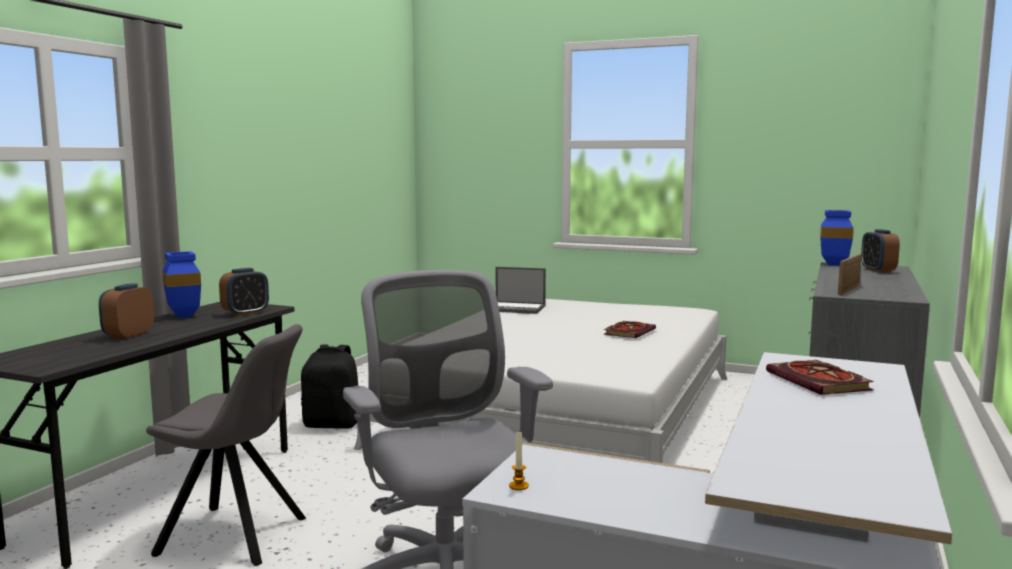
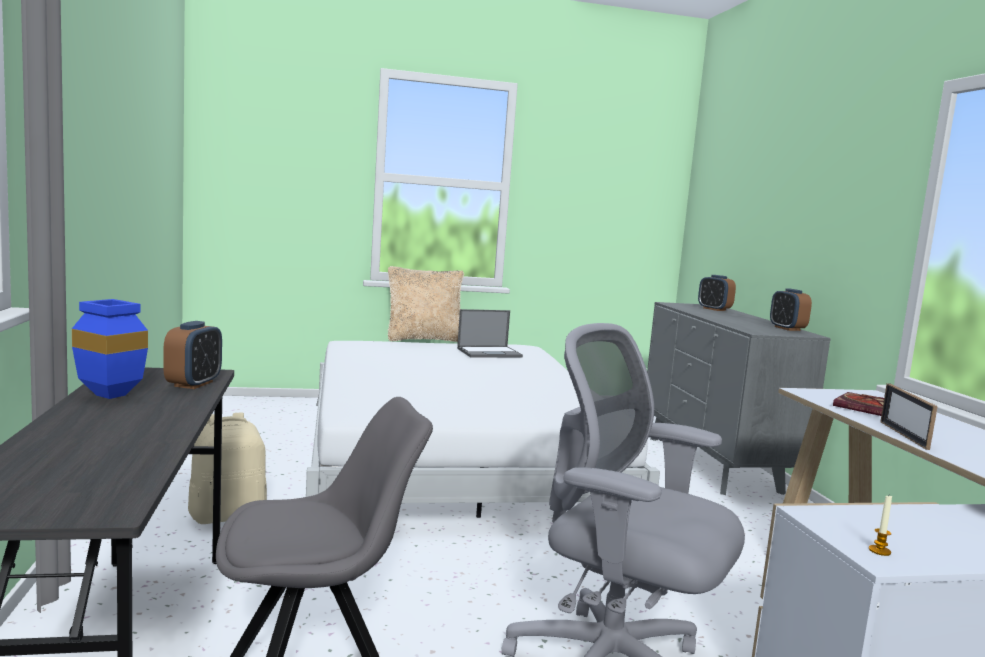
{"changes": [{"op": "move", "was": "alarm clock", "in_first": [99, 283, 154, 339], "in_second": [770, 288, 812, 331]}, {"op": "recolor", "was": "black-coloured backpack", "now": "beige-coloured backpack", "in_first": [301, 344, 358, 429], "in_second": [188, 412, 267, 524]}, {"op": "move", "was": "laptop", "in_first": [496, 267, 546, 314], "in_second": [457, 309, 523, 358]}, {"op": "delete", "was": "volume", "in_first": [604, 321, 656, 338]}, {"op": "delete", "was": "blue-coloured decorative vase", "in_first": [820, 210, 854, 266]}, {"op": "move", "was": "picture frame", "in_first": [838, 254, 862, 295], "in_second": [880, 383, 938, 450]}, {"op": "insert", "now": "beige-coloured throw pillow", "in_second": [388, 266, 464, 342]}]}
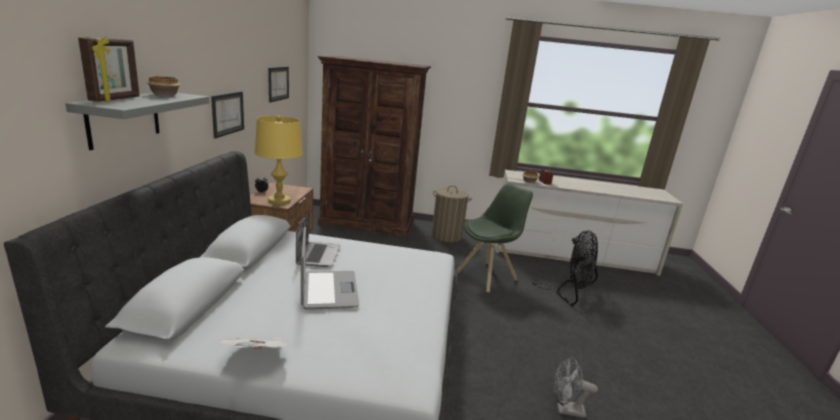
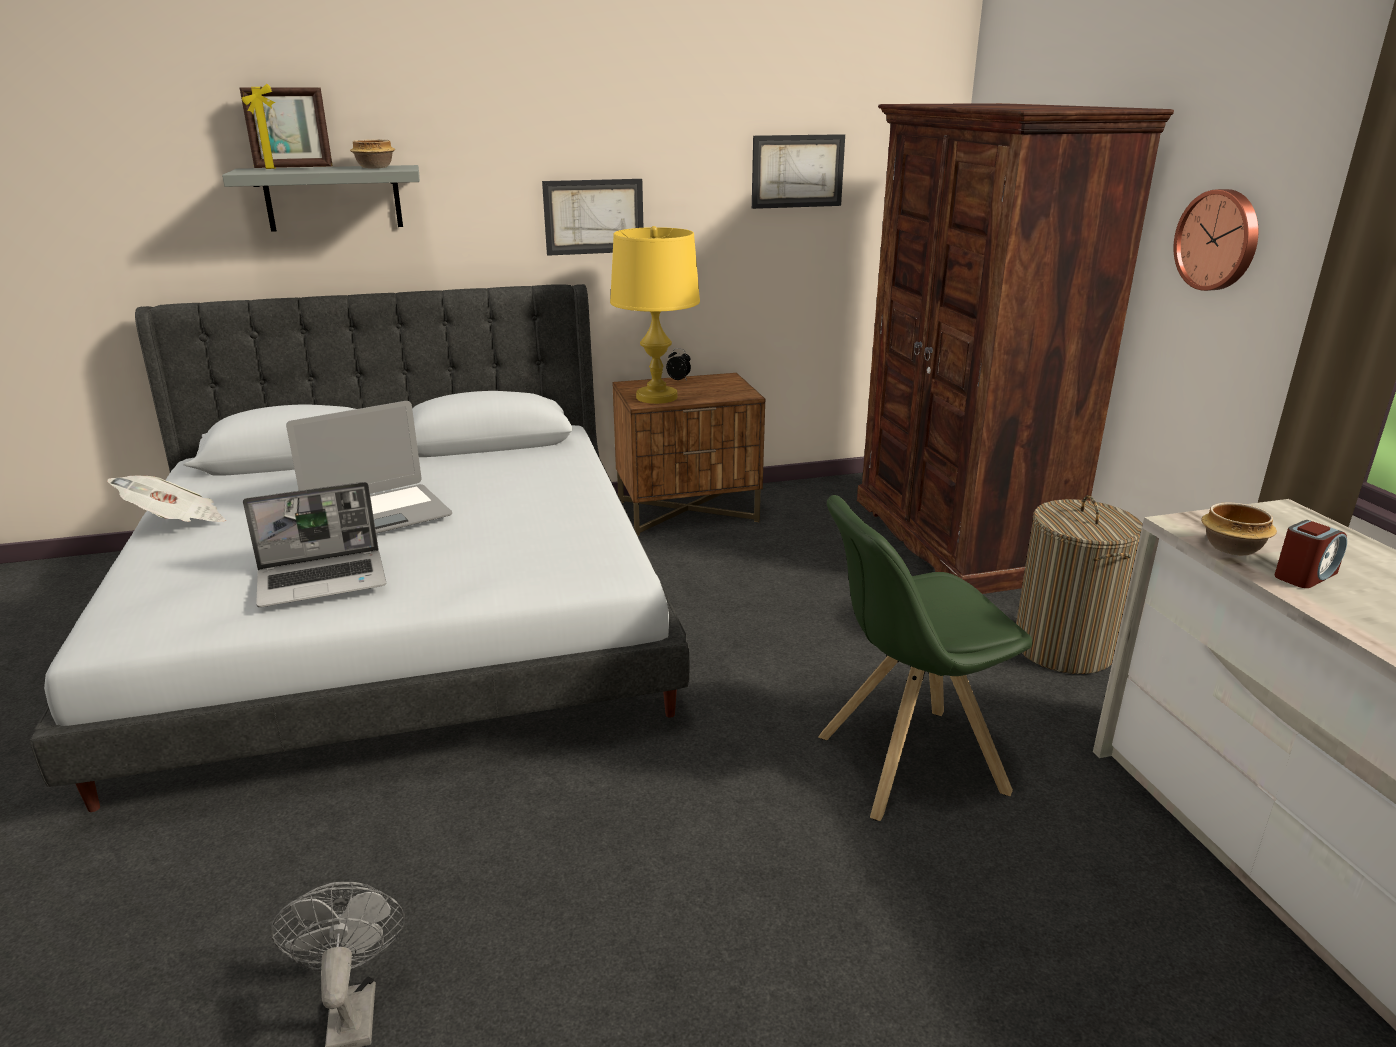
{"changes": [{"op": "move", "was": "laptop", "in_first": [296, 213, 340, 267], "in_second": [243, 482, 387, 607]}, {"op": "rotate", "was": "green-coloured chair", "in_first": [458, 183, 533, 293], "in_second": [818, 495, 1032, 821], "clockwise": 135}, {"op": "delete", "was": "black-coloured electric fan", "in_first": [532, 230, 598, 307]}, {"op": "insert", "now": "wall clock", "in_second": [1174, 189, 1258, 291]}]}
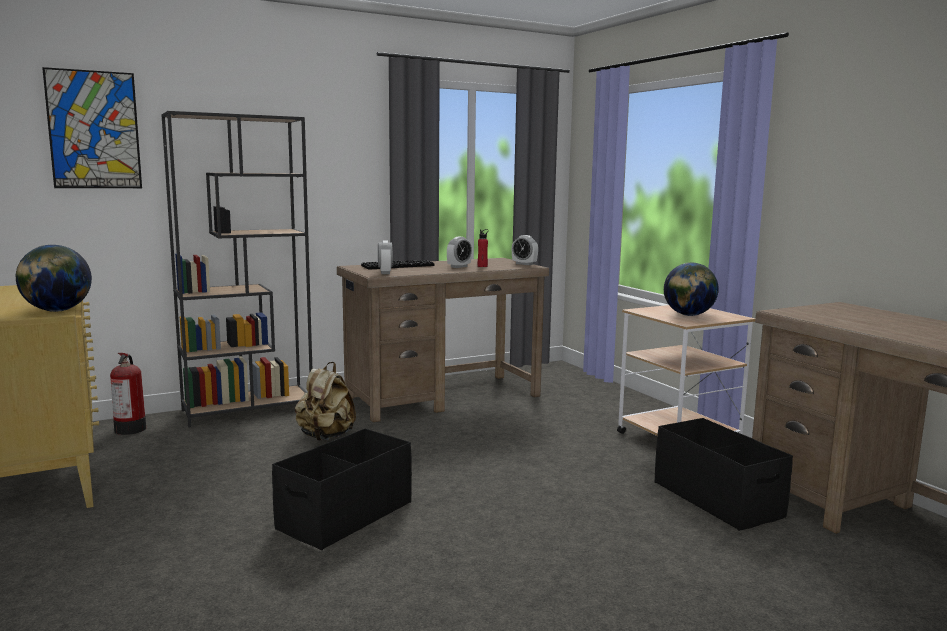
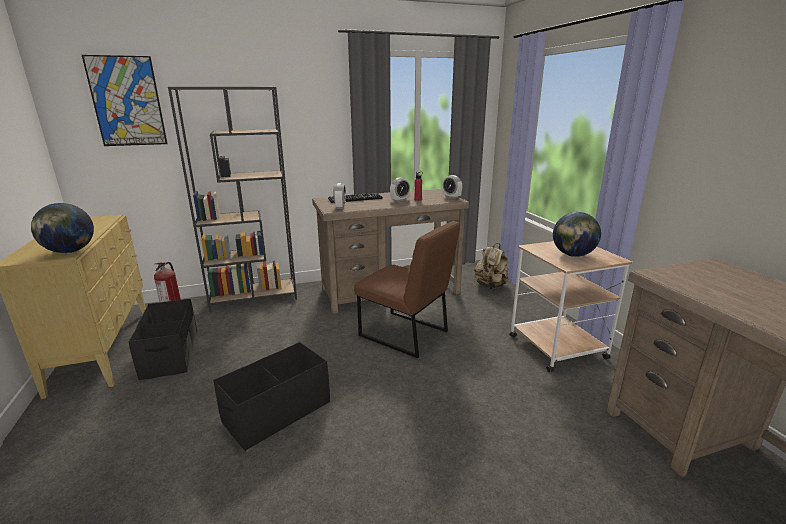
{"changes": [{"op": "move", "was": "beige-coloured backpack", "in_first": [295, 362, 356, 441], "in_second": [474, 243, 509, 289]}, {"op": "move", "was": "black-coloured storage container", "in_first": [655, 418, 793, 531], "in_second": [129, 299, 197, 380]}, {"op": "insert", "now": "brown chair", "in_second": [354, 221, 460, 358]}]}
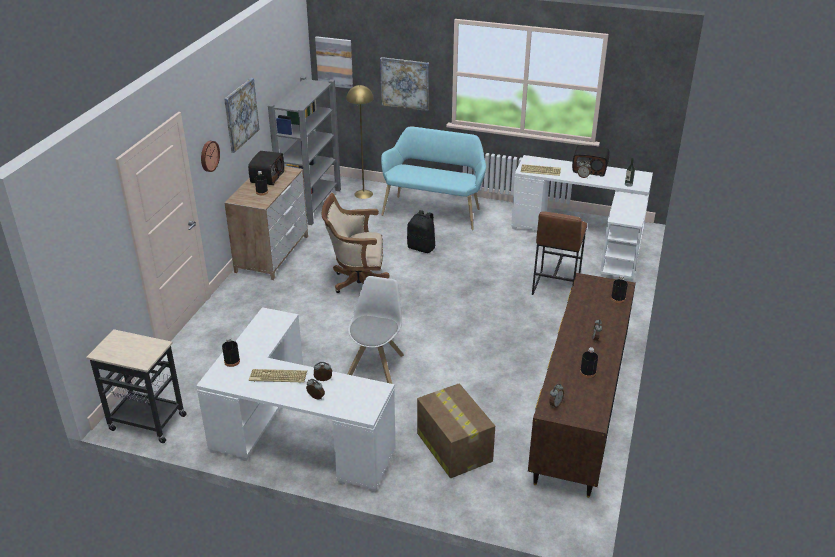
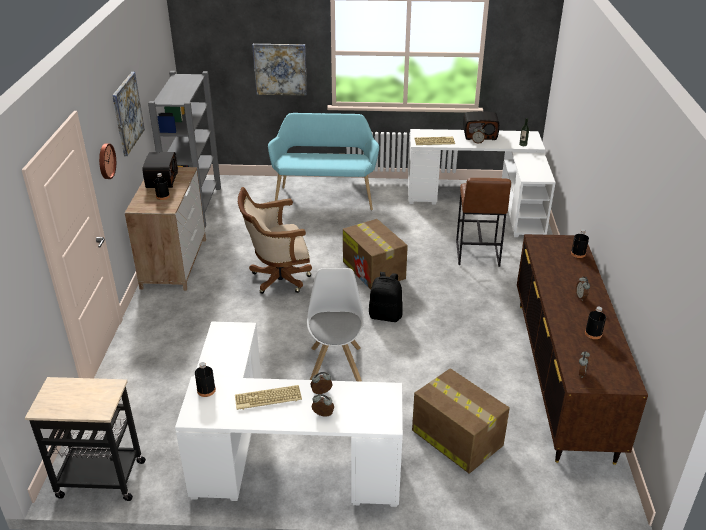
{"changes": [{"op": "delete", "was": "wall picture", "in_first": [315, 36, 353, 89]}, {"op": "delete", "was": "yellow standard lamp", "in_first": [346, 85, 374, 199]}, {"op": "move", "was": "black-coloured backpack", "in_first": [407, 210, 436, 253], "in_second": [369, 272, 403, 322]}, {"op": "insert", "now": "cardboard box", "in_second": [343, 219, 408, 290]}]}
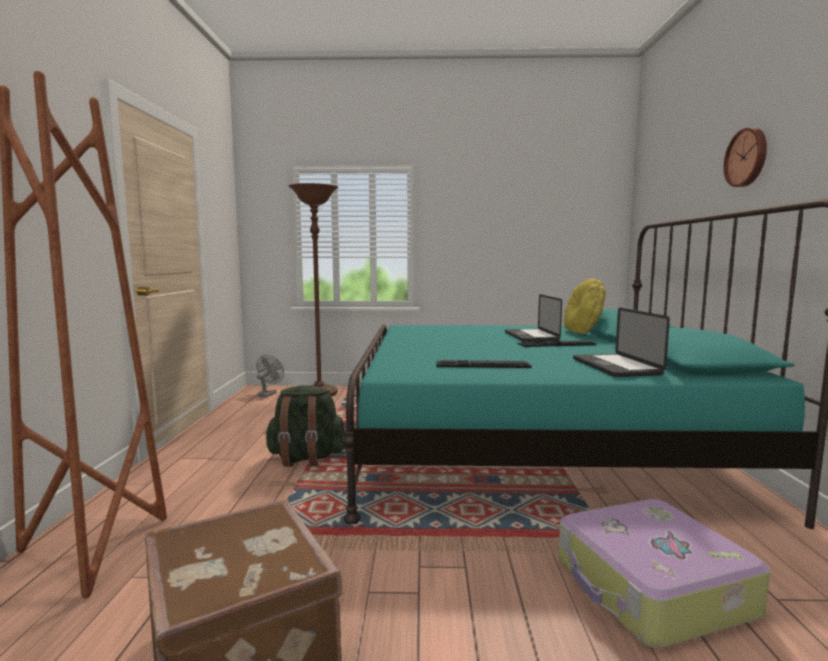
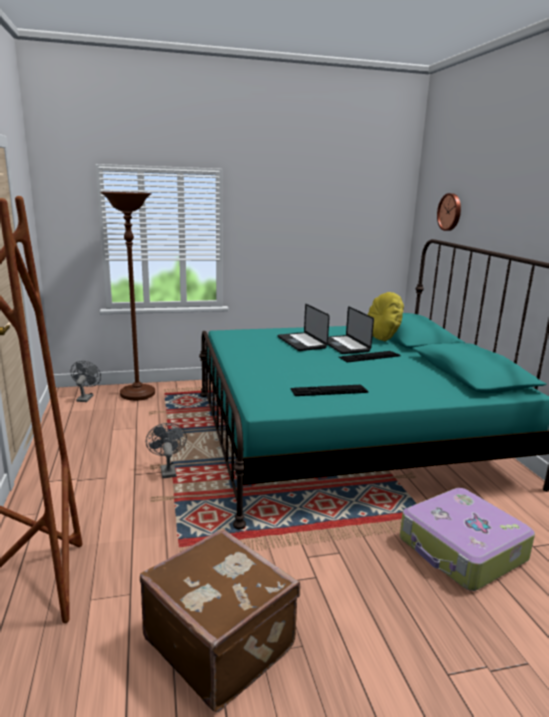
{"changes": [{"op": "replace", "was": "green-coloured backpack", "now": "grey electric fan", "in_first": [264, 385, 345, 467], "in_second": [146, 423, 187, 478]}, {"op": "move", "was": "laptop", "in_first": [573, 308, 670, 377], "in_second": [278, 304, 330, 351]}, {"op": "move", "was": "wall clock", "in_first": [724, 128, 767, 187], "in_second": [437, 193, 461, 231]}]}
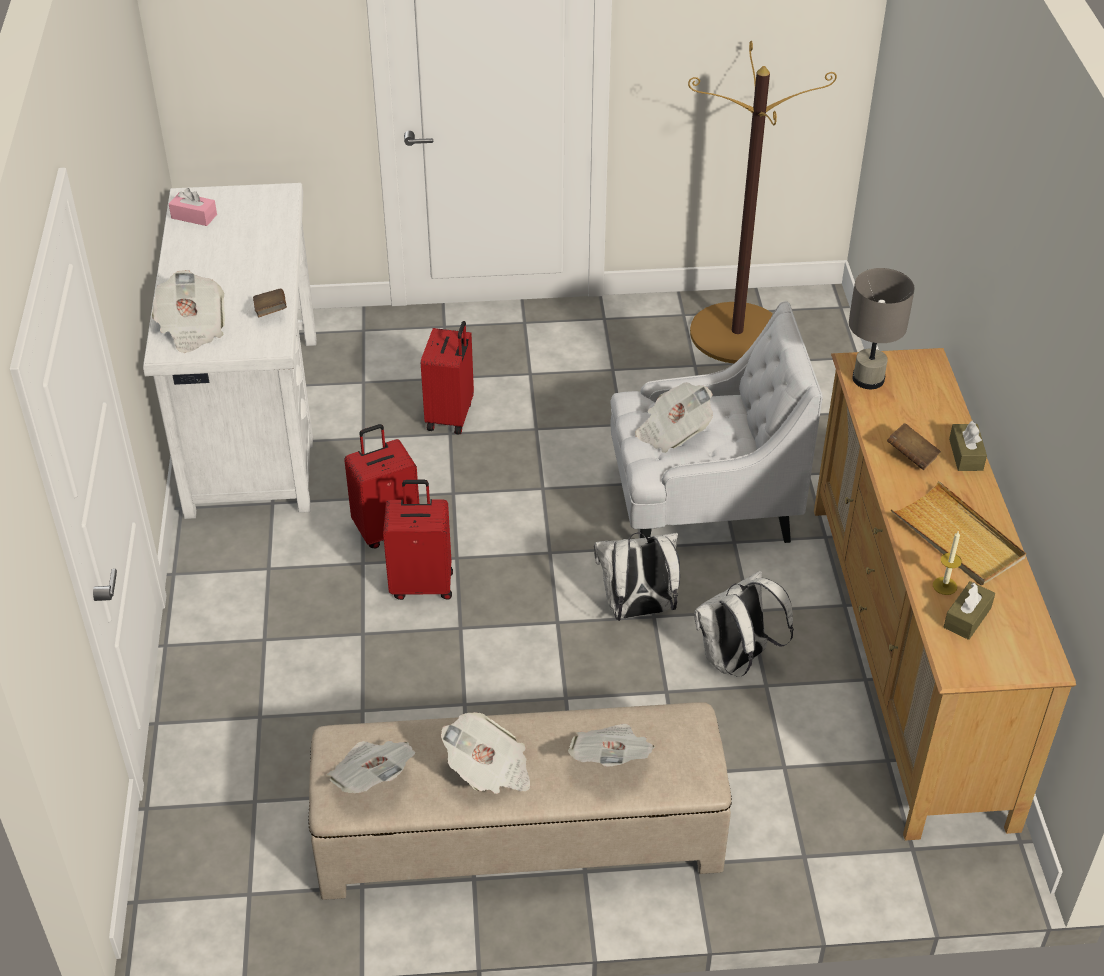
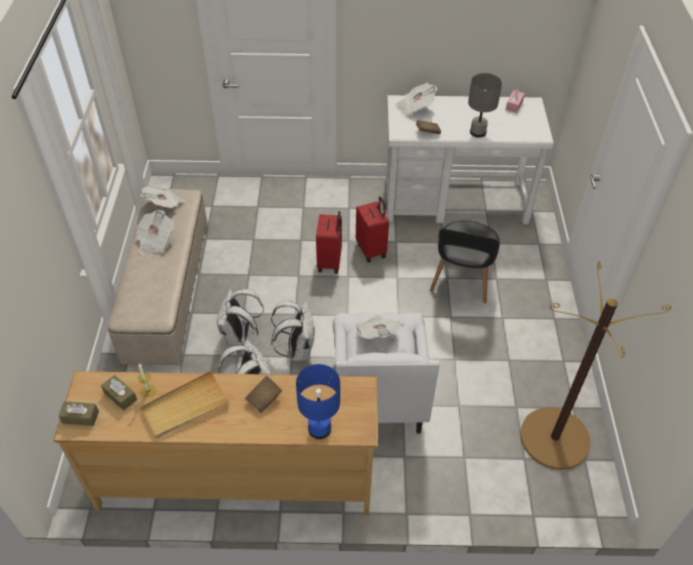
{"changes": [{"op": "replace", "was": "reddish suitcase", "now": "black-coloured chair", "in_first": [421, 321, 474, 435], "in_second": [430, 220, 500, 303]}, {"op": "delete", "was": "printed paper", "in_first": [568, 723, 655, 767]}, {"op": "move", "was": "grey lamp for a table", "in_first": [849, 268, 914, 389], "in_second": [468, 73, 502, 138]}, {"op": "move", "was": "brown tissue holder", "in_first": [949, 421, 987, 471], "in_second": [59, 401, 99, 426]}, {"op": "insert", "now": "white backpack", "in_second": [217, 289, 264, 346]}, {"op": "insert", "now": "blue-coloured lamp for a table", "in_second": [296, 364, 340, 439]}]}
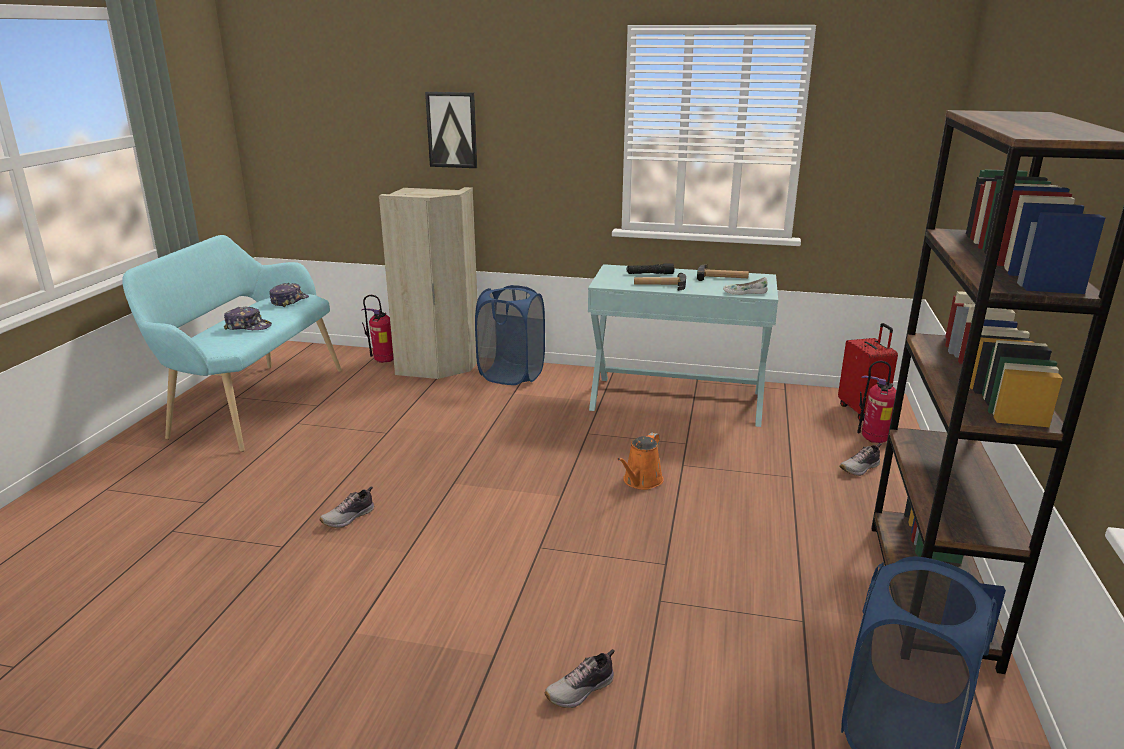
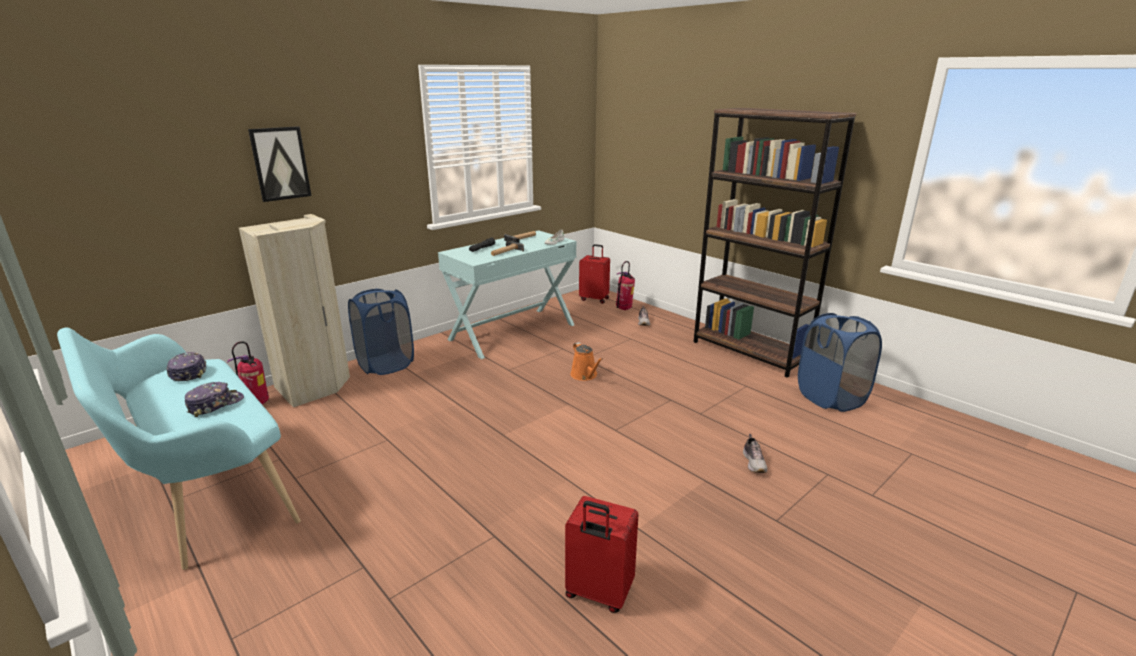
{"changes": [{"op": "delete", "was": "shoe", "in_first": [319, 486, 374, 528]}, {"op": "insert", "now": "reddish suitcase", "in_second": [565, 496, 639, 613]}]}
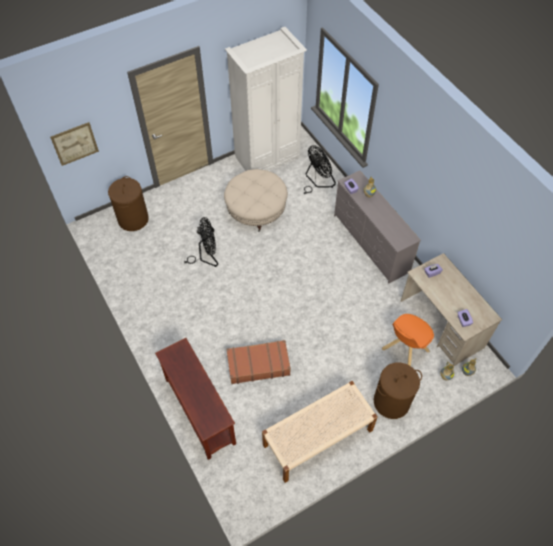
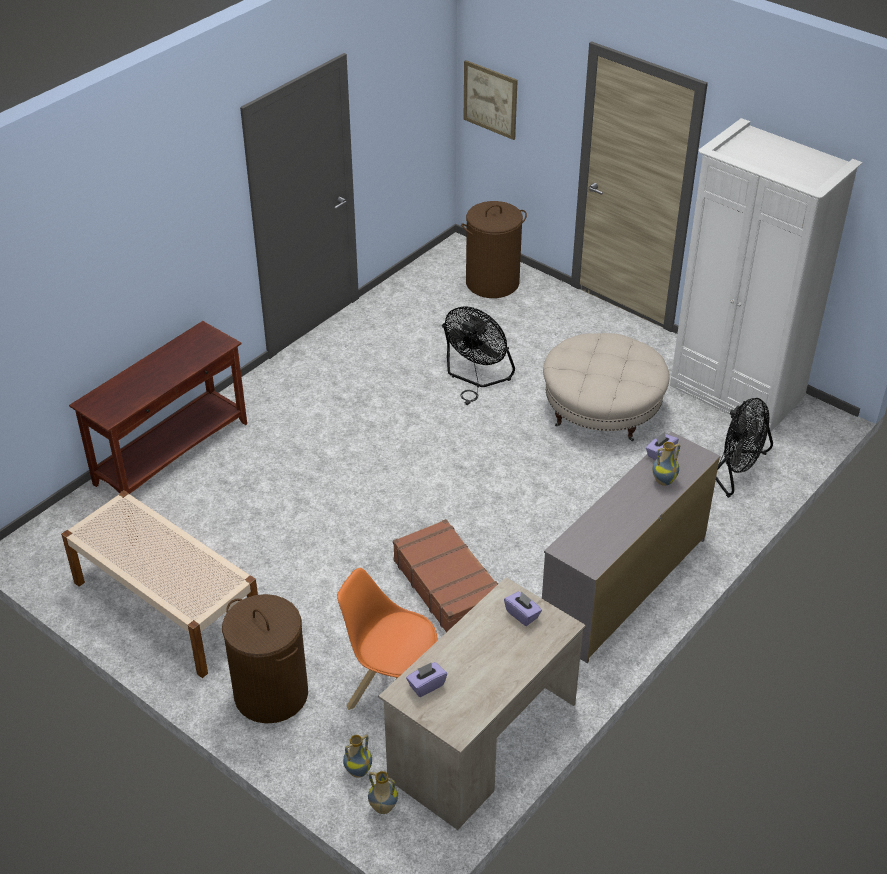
{"changes": [{"op": "rotate", "was": "black-coloured electric fan", "in_first": [184, 217, 218, 267], "in_second": [442, 306, 515, 405], "clockwise": -120}, {"op": "move", "was": "brown suitcase", "in_first": [227, 340, 291, 384], "in_second": [393, 519, 498, 632]}]}
